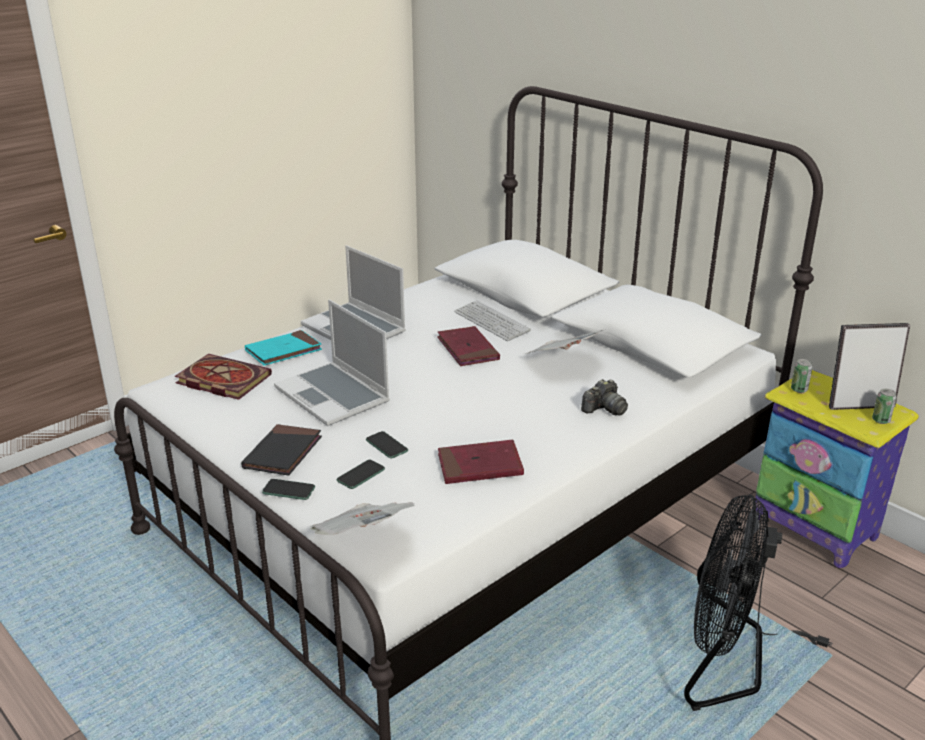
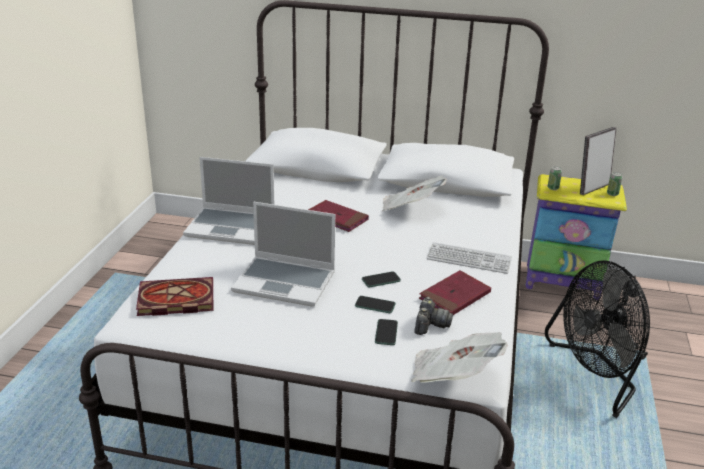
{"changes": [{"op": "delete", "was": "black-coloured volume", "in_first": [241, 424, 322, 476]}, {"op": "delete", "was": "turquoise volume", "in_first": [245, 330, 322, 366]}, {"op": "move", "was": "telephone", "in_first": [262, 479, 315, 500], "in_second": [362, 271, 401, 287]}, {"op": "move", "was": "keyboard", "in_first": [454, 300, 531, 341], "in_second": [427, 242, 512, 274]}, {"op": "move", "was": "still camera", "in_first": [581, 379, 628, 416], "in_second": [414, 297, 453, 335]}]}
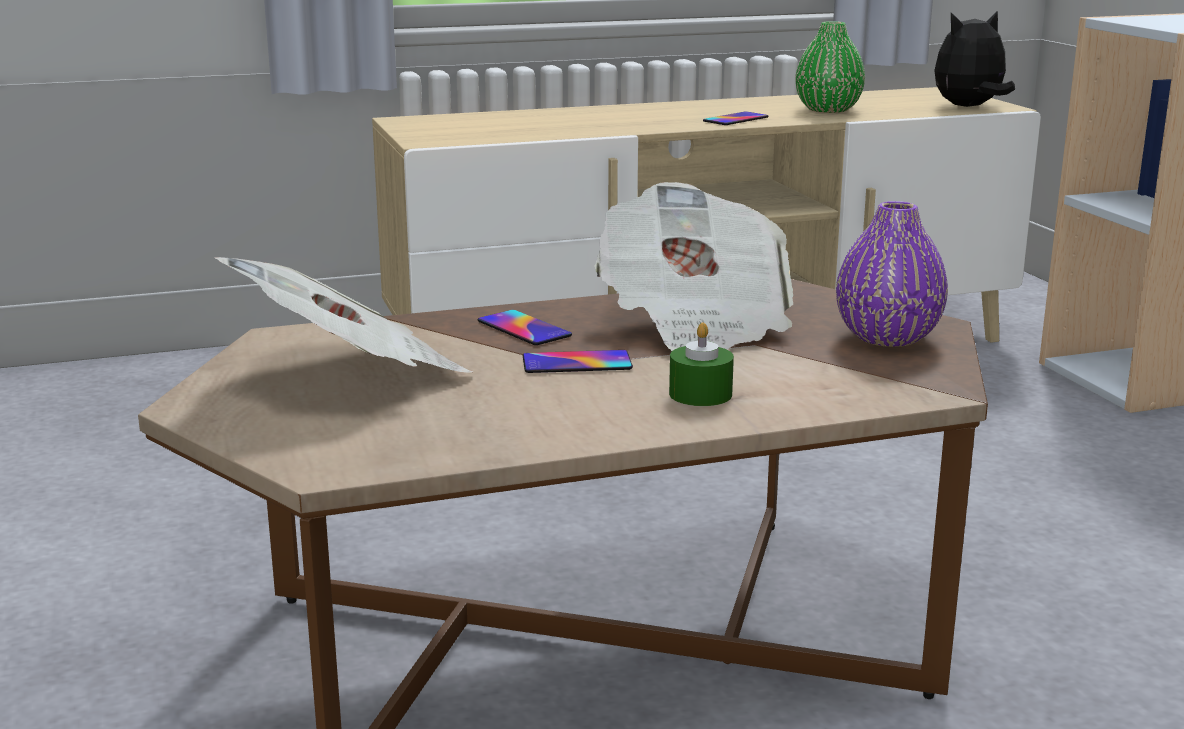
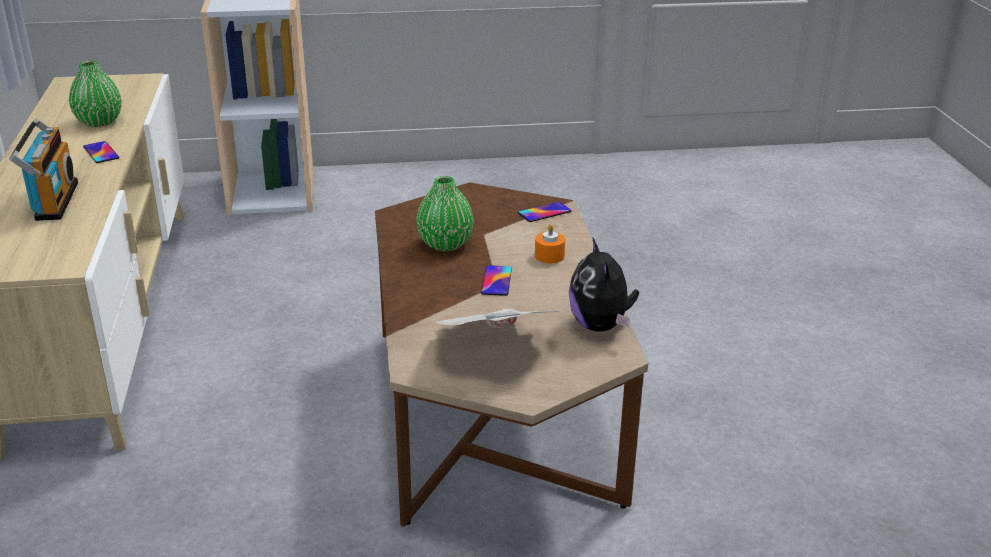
{"changes": [{"op": "move", "was": "telephone", "in_first": [478, 310, 572, 345], "in_second": [518, 202, 572, 222]}, {"op": "replace", "was": "printed paper", "now": "green-coloured decorative vase", "in_first": [594, 182, 793, 351], "in_second": [416, 176, 474, 251]}, {"op": "recolor", "was": "green-coloured wax candle", "now": "orangey wax candle", "in_first": [669, 323, 734, 406], "in_second": [535, 224, 565, 264]}, {"op": "delete", "was": "purple-coloured decorative vase", "in_first": [836, 201, 948, 347]}, {"op": "move", "was": "soft toy", "in_first": [934, 10, 1015, 107], "in_second": [569, 237, 639, 332]}, {"op": "insert", "now": "radio", "in_second": [9, 118, 78, 221]}]}
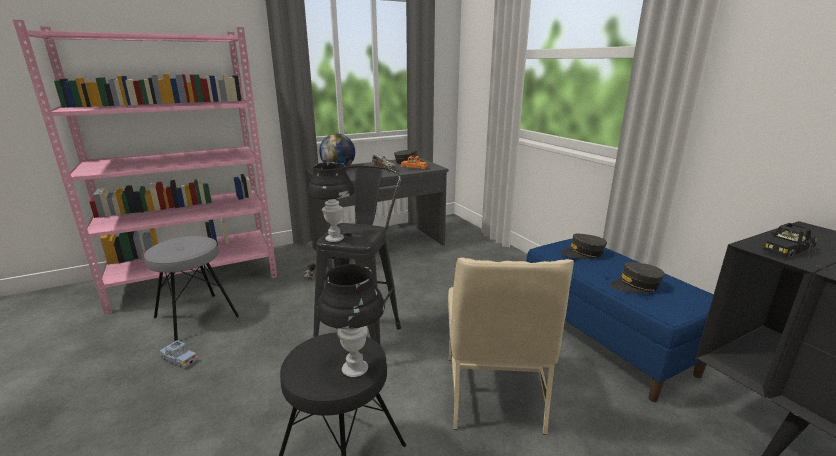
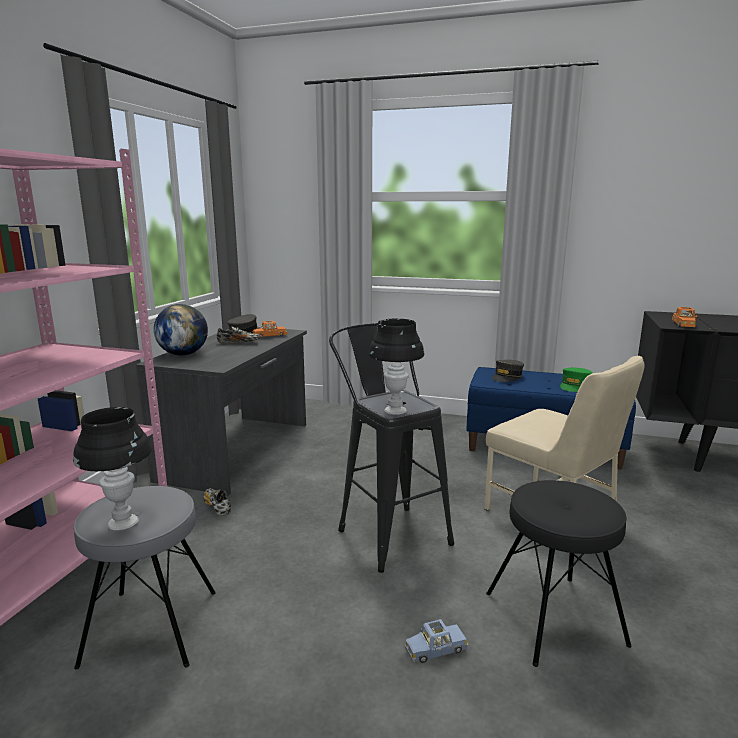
{"changes": [{"op": "move", "was": "blue-coloured miniature car", "in_first": [160, 340, 198, 368], "in_second": [405, 619, 468, 663]}, {"op": "move", "was": "black-coloured lamp for a table", "in_first": [317, 264, 385, 377], "in_second": [73, 407, 152, 531]}, {"op": "recolor", "was": "grey cap", "now": "green-coloured cap", "in_first": [610, 262, 665, 294], "in_second": [560, 368, 593, 392]}, {"op": "recolor", "was": "black-coloured miniature car", "now": "orangey miniature car", "in_first": [763, 223, 817, 258], "in_second": [672, 307, 698, 327]}]}
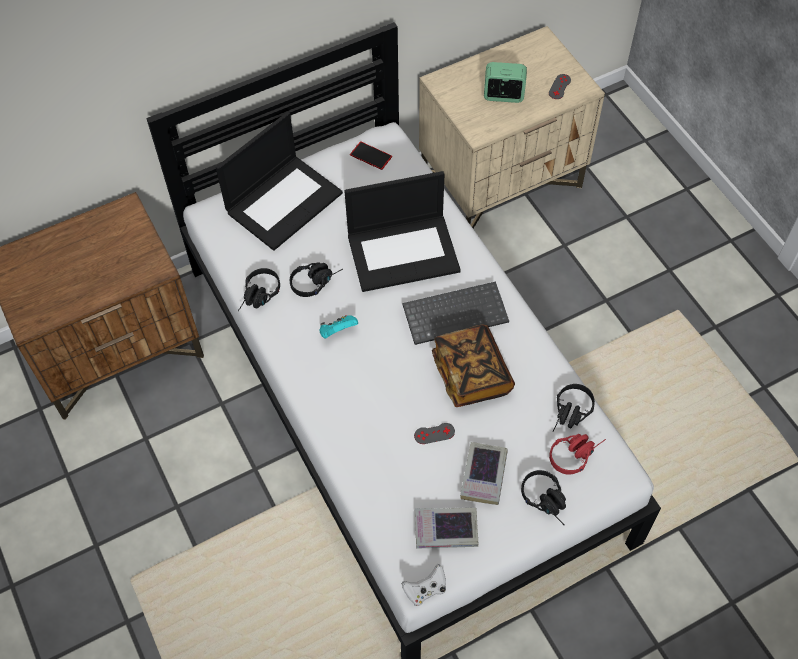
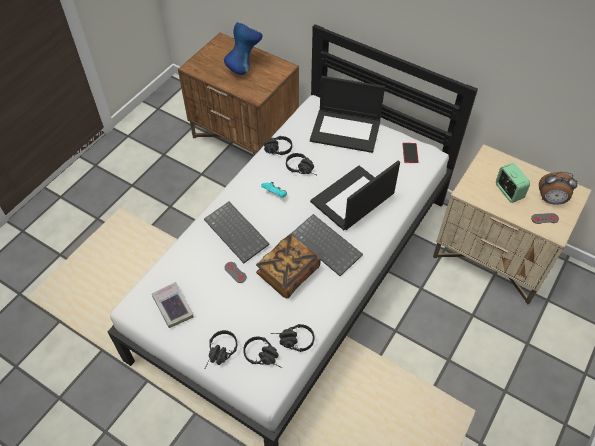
{"changes": [{"op": "rotate", "was": "laptop", "in_first": [344, 171, 461, 292], "in_second": [310, 160, 400, 230], "clockwise": 90}, {"op": "delete", "was": "white gamepad", "in_first": [402, 564, 446, 606]}, {"op": "delete", "was": "volume", "in_first": [460, 442, 508, 505]}, {"op": "recolor", "was": "reddish pair of headphones", "now": "black-coloured pair of headphones", "in_first": [549, 434, 606, 475], "in_second": [243, 337, 282, 368]}, {"op": "insert", "now": "keyboard", "in_second": [204, 202, 270, 263]}, {"op": "insert", "now": "blue-coloured decorative vase", "in_second": [224, 22, 263, 75]}, {"op": "insert", "now": "alarm clock", "in_second": [539, 172, 578, 205]}]}
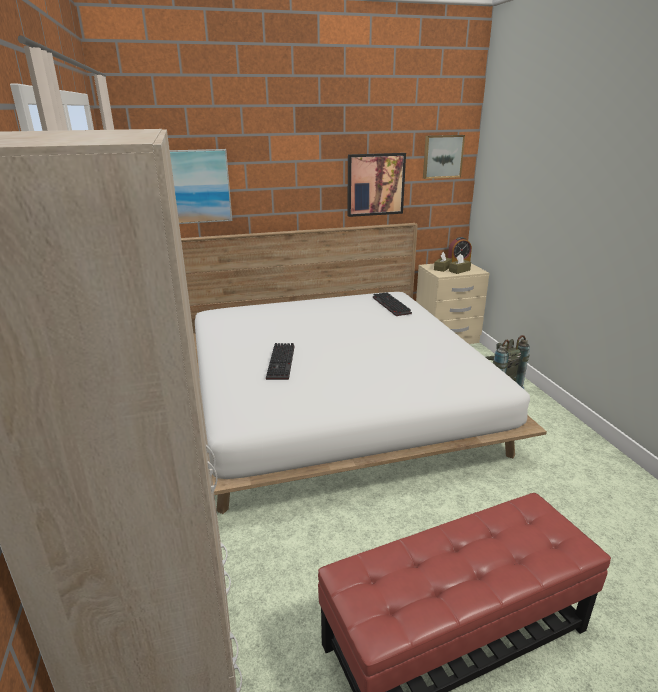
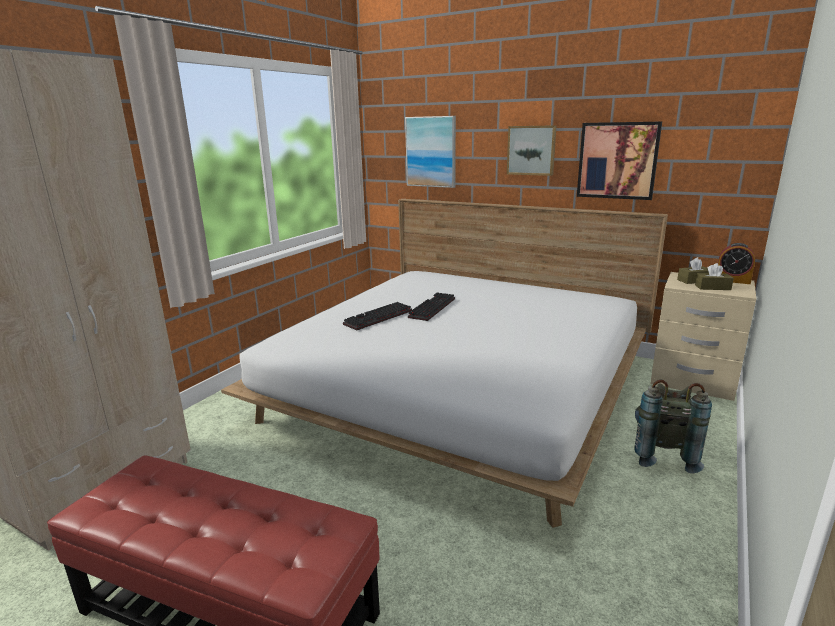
{"changes": [{"op": "move", "was": "keyboard", "in_first": [373, 293, 412, 316], "in_second": [408, 292, 455, 321]}, {"op": "move", "was": "wall picture", "in_first": [423, 135, 465, 179], "in_second": [507, 125, 557, 176]}]}
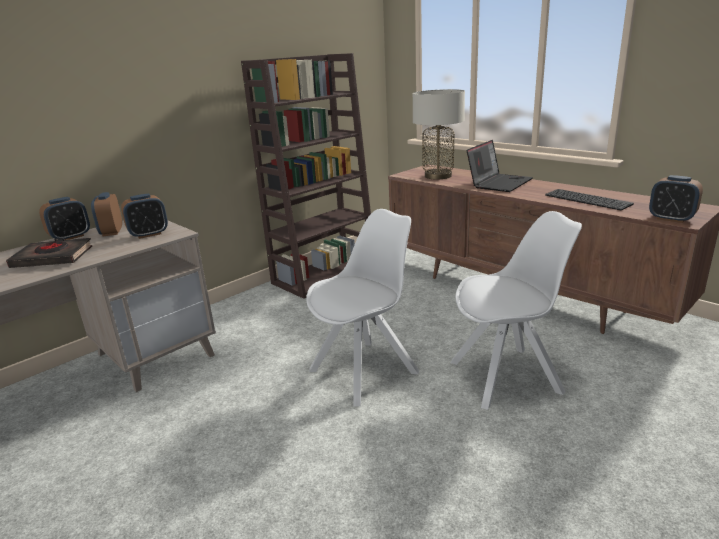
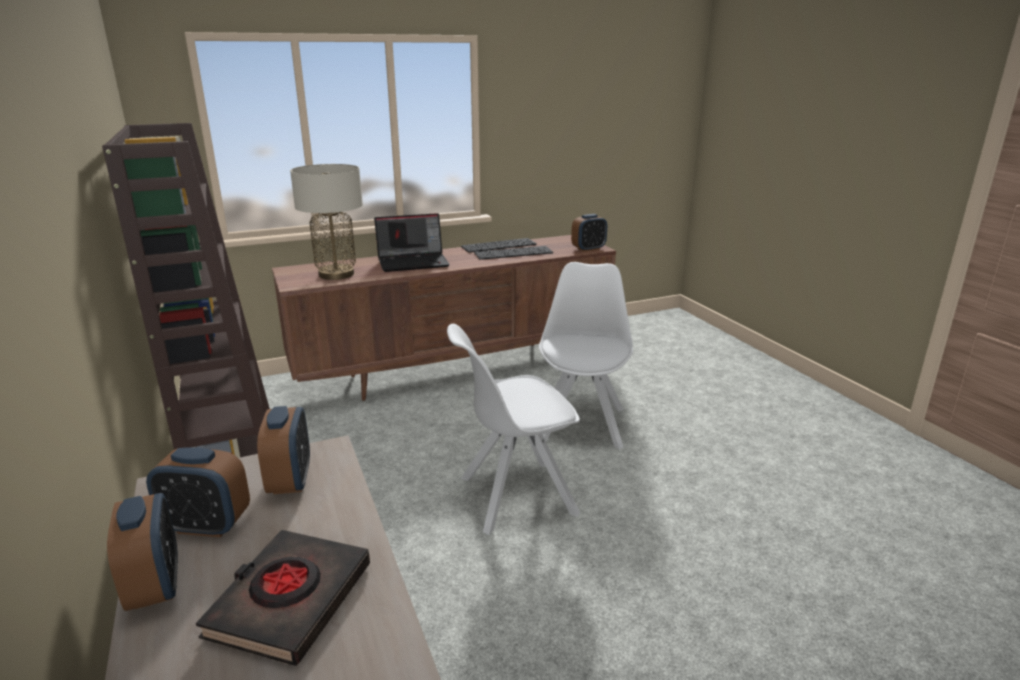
{"changes": [{"op": "rotate", "was": "white chair", "in_first": [307, 209, 419, 406], "in_second": [447, 324, 580, 535], "clockwise": -90}, {"op": "rotate", "was": "laptop", "in_first": [467, 140, 533, 192], "in_second": [374, 213, 450, 272], "clockwise": 105}, {"op": "insert", "now": "keyboard", "in_second": [461, 238, 537, 253]}]}
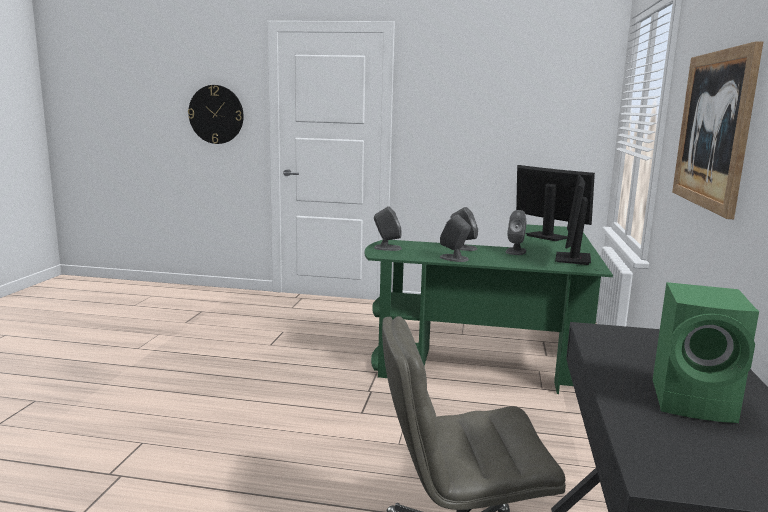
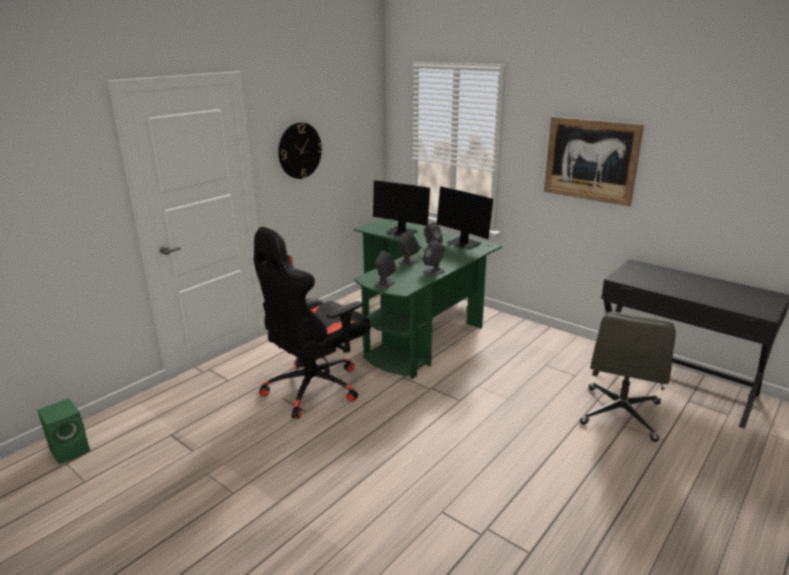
{"changes": [{"op": "move", "was": "wall clock", "in_first": [188, 85, 244, 144], "in_second": [278, 122, 323, 179]}, {"op": "rotate", "was": "computer display", "in_first": [516, 165, 595, 241], "in_second": [373, 180, 430, 236], "clockwise": -135}, {"op": "move", "was": "green-coloured loudspeaker", "in_first": [653, 282, 759, 423], "in_second": [37, 398, 90, 464]}, {"op": "insert", "now": "black-coloured desk chair", "in_second": [254, 227, 371, 419]}]}
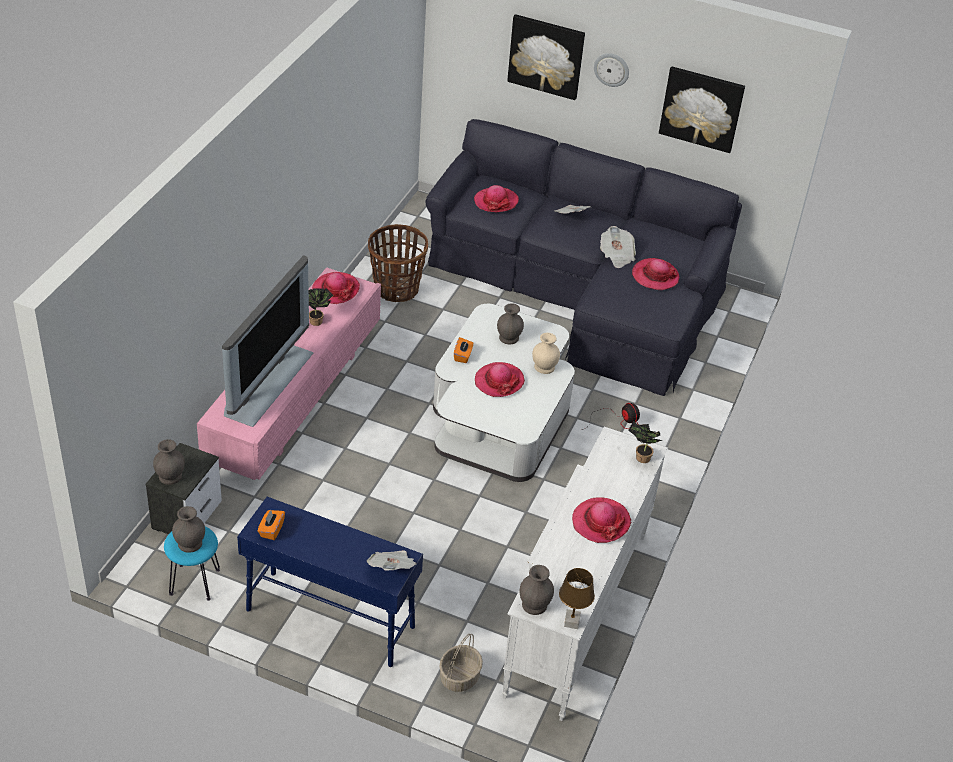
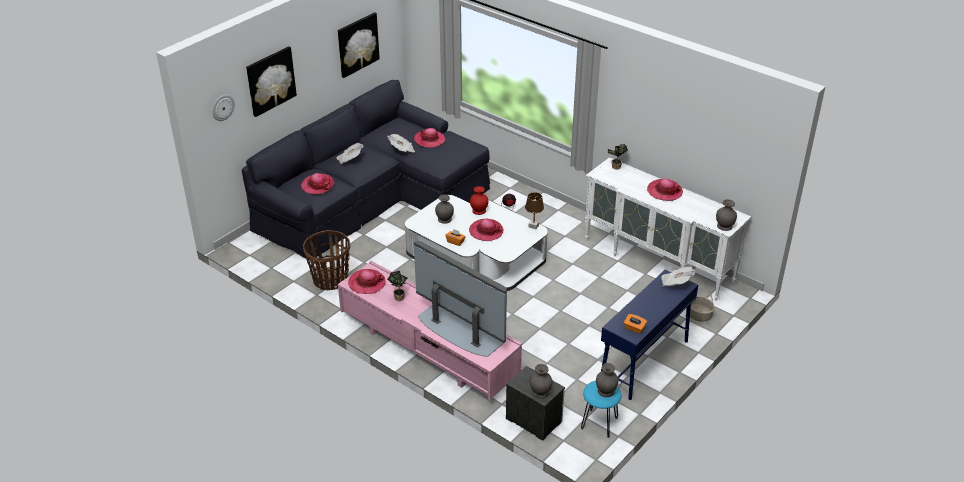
{"changes": [{"op": "recolor", "was": "beige-coloured decorative vase", "now": "reddish decorative vase", "in_first": [532, 333, 560, 374], "in_second": [470, 186, 488, 215]}, {"op": "move", "was": "brown lamp for a table", "in_first": [559, 568, 595, 629], "in_second": [525, 192, 544, 229]}, {"op": "move", "was": "wall clock", "in_first": [594, 53, 629, 87], "in_second": [212, 94, 235, 121]}]}
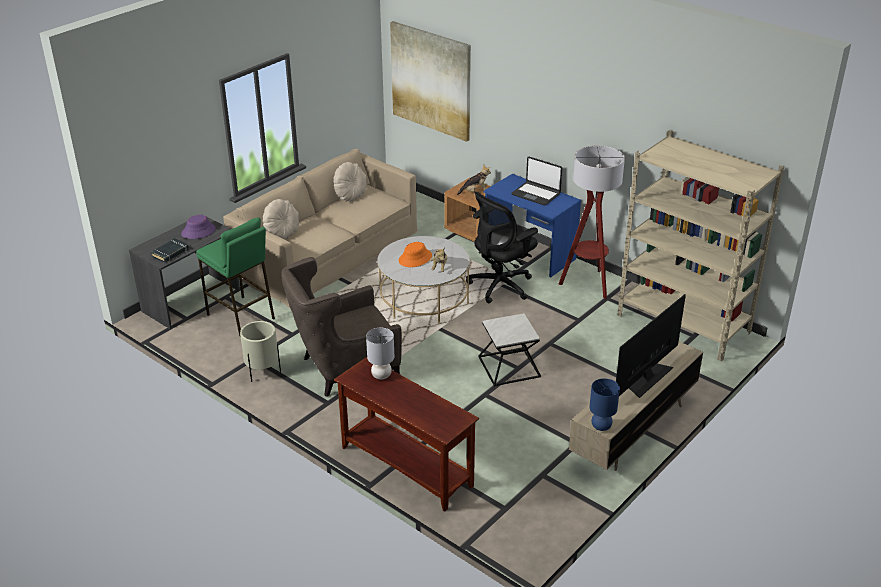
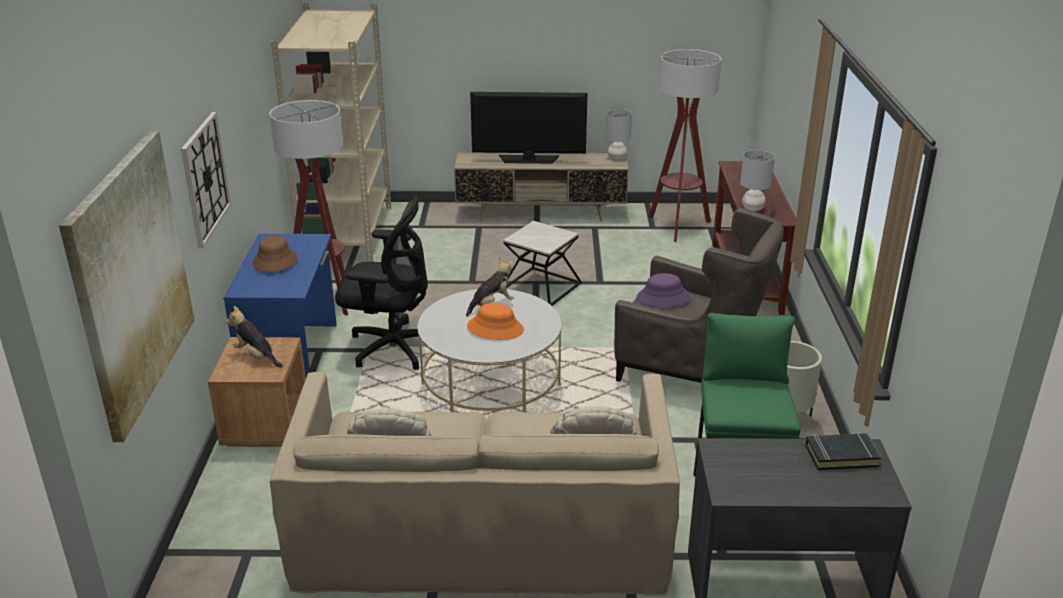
{"changes": [{"op": "move", "was": "purple-coloured hat", "in_first": [181, 215, 216, 239], "in_second": [636, 273, 691, 308]}, {"op": "replace", "was": "laptop", "now": "brown hat", "in_first": [511, 157, 562, 205], "in_second": [252, 236, 298, 272]}, {"op": "recolor", "was": "blue-coloured lamp for a table", "now": "grey lamp for a table", "in_first": [589, 378, 620, 431], "in_second": [605, 109, 632, 160]}, {"op": "insert", "now": "wall clock", "in_second": [181, 112, 231, 248]}, {"op": "insert", "now": "standard lamp", "in_second": [649, 49, 722, 242]}]}
